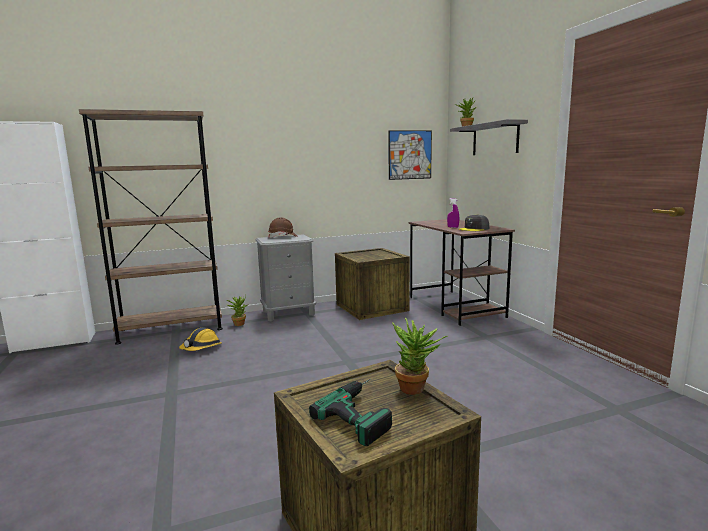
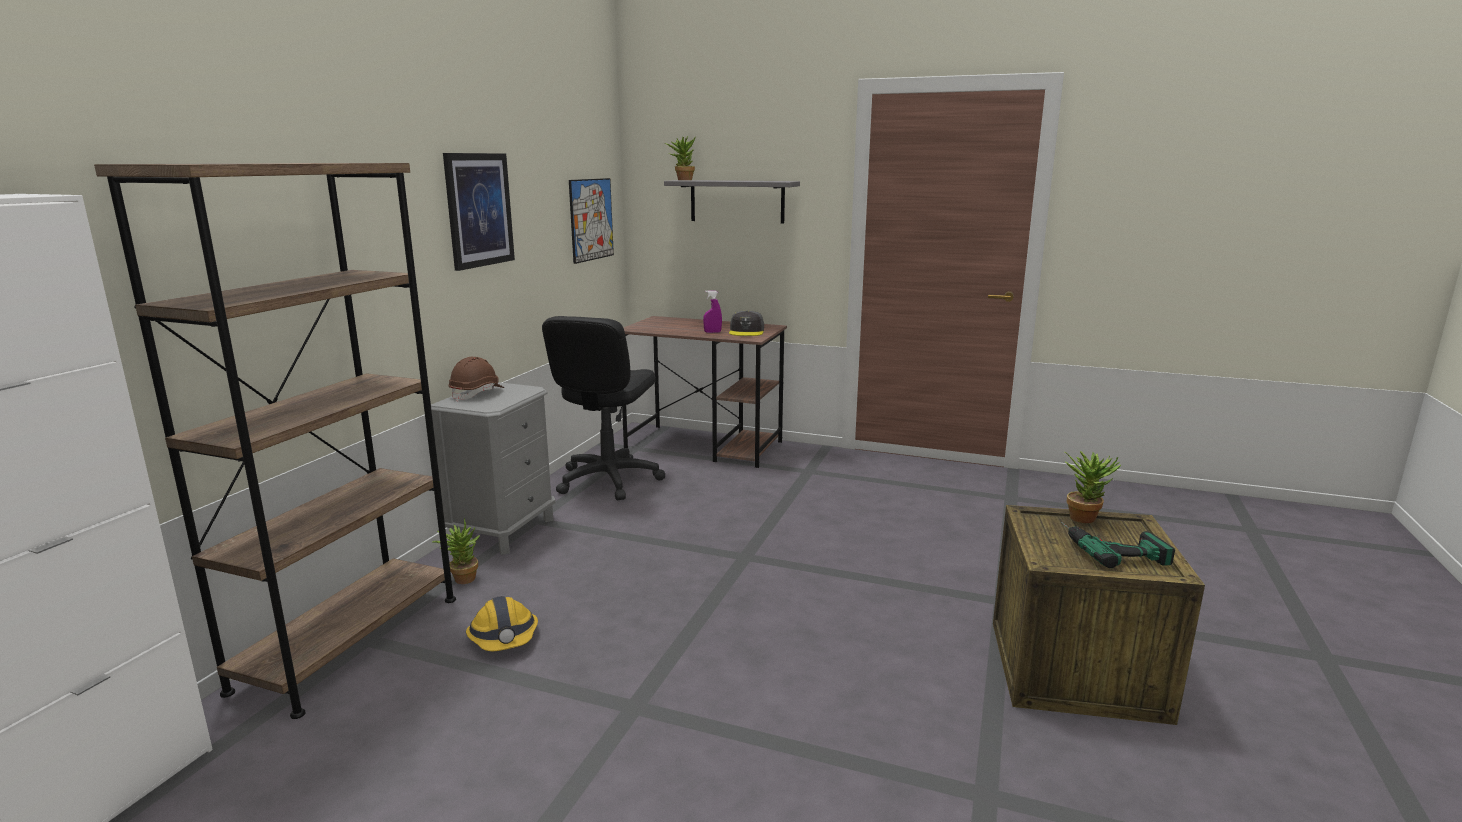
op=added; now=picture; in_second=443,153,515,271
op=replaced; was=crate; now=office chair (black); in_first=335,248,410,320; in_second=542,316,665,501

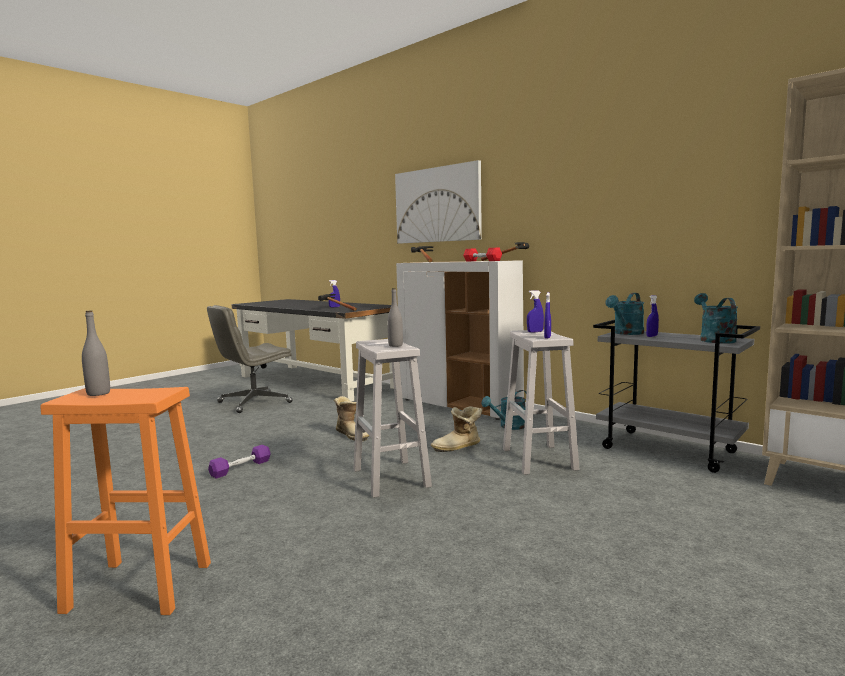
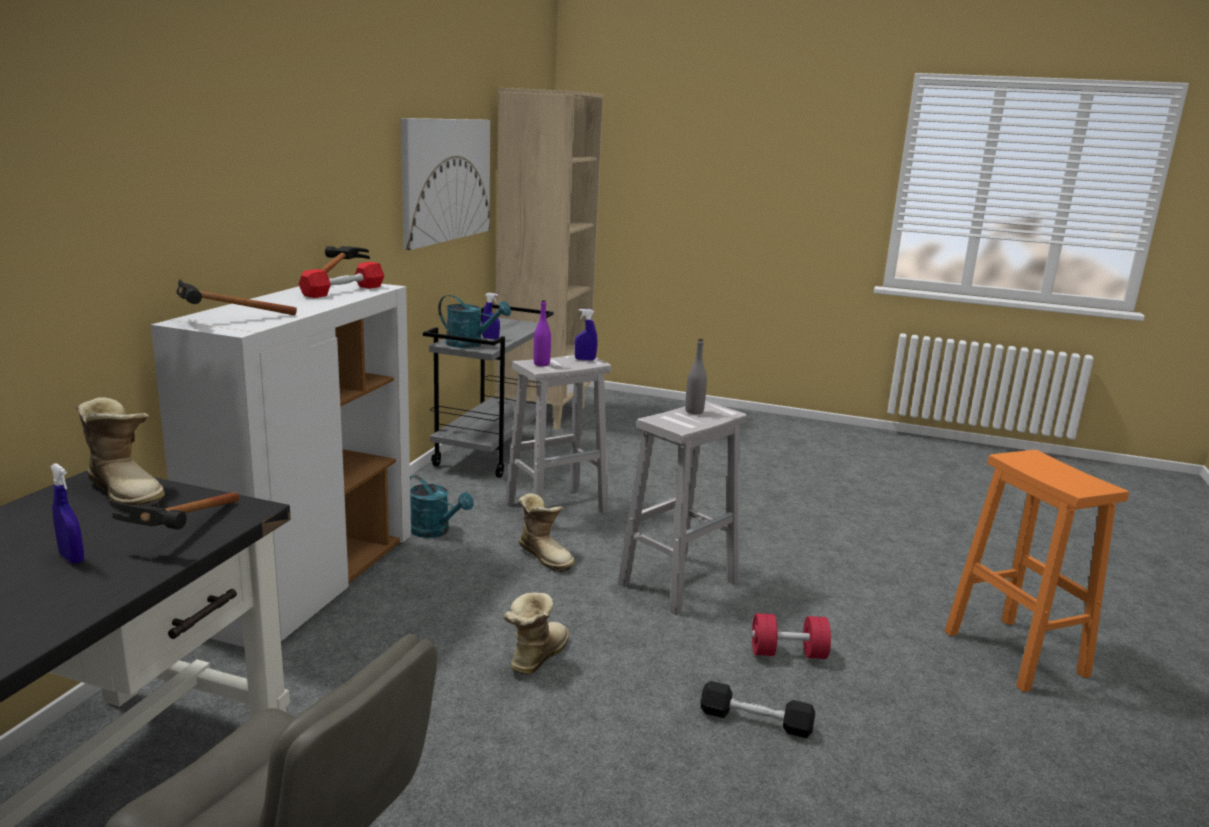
op=added; now=boot; in_second=76,397,165,507
op=moved; was=picture; in_first=395,160,482,244; in_second=401,118,490,250
op=replaced; was=spray bottle (blue); now=bottle (purple); in_first=527,290,544,332; in_second=534,300,551,366
op=recoloured; was=dumbbell (purple); now=dumbbell (black); in_first=208,445,271,479; in_second=701,681,815,738
op=added; now=dumbbell (red); in_second=752,613,831,659
op=removed; was=bottle (grey); in_first=82,310,110,396
op=removed; was=watering can (turquoise); in_first=694,293,738,344

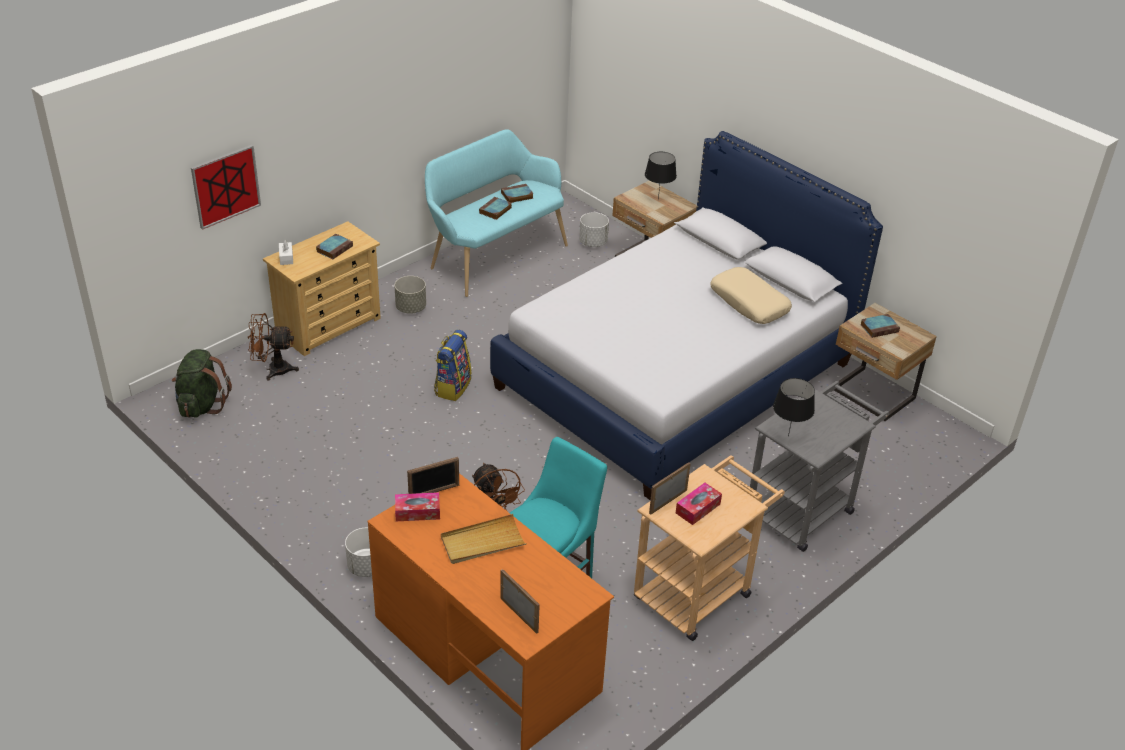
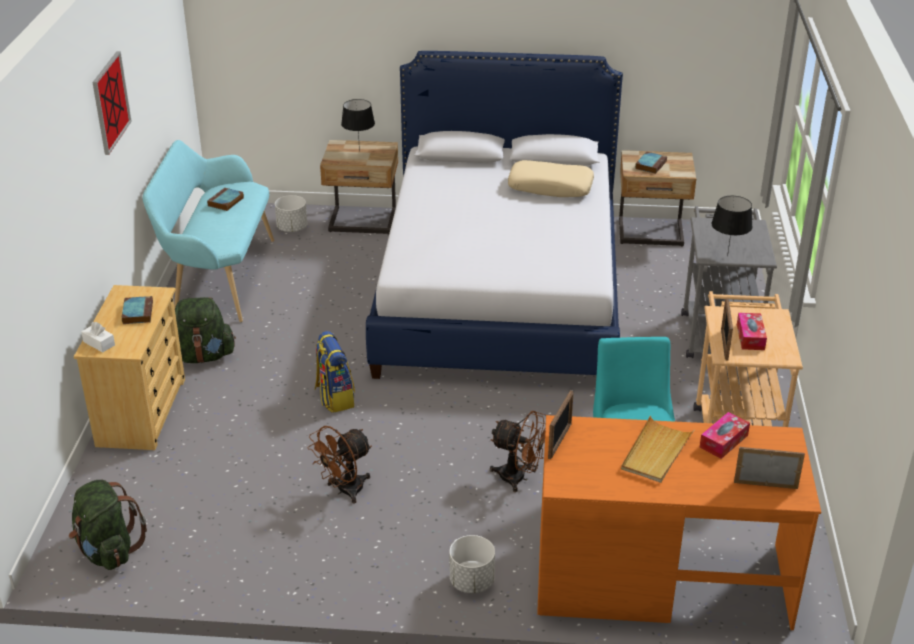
op=moved; was=picture; in_first=191,145,261,230; in_second=92,51,132,155
op=replaced; was=planter (grey); now=backpack (green); in_first=394,276,426,314; in_second=175,297,236,363
op=moved; was=fan (brown); in_first=247,313,299,380; in_second=308,426,372,503
op=moved; was=tissue box; in_first=395,492,440,521; in_second=699,412,750,459
op=removed; was=book; in_first=479,197,512,220

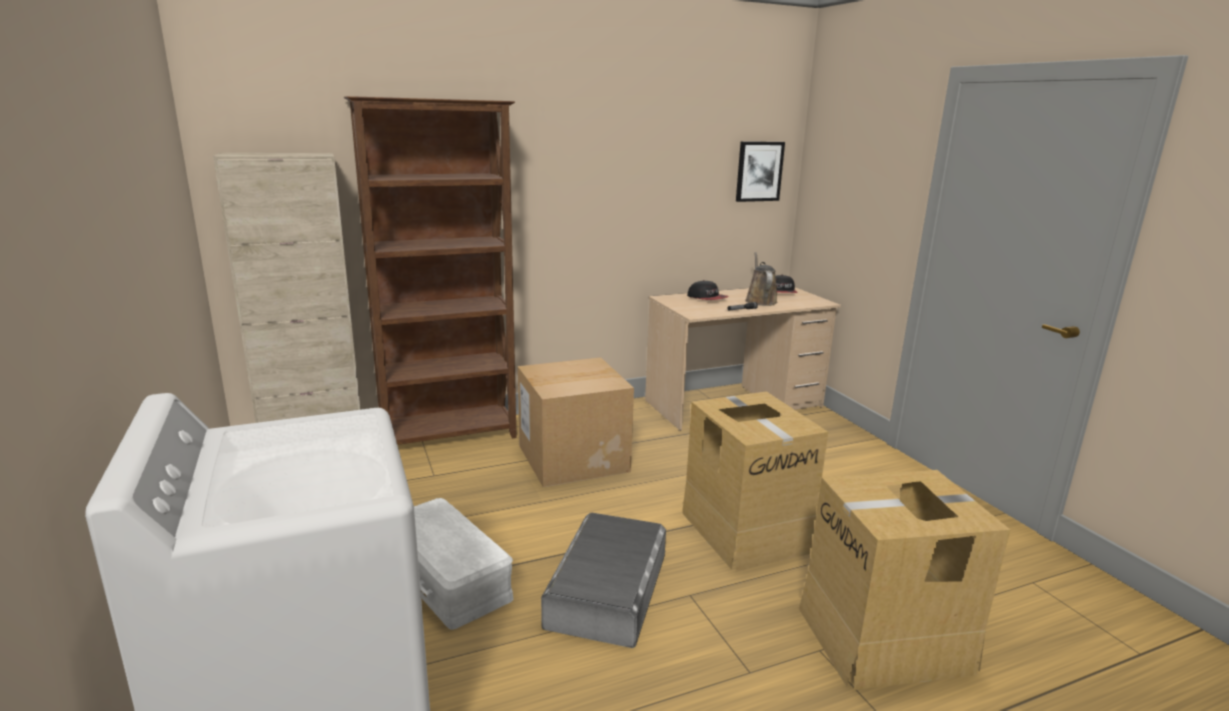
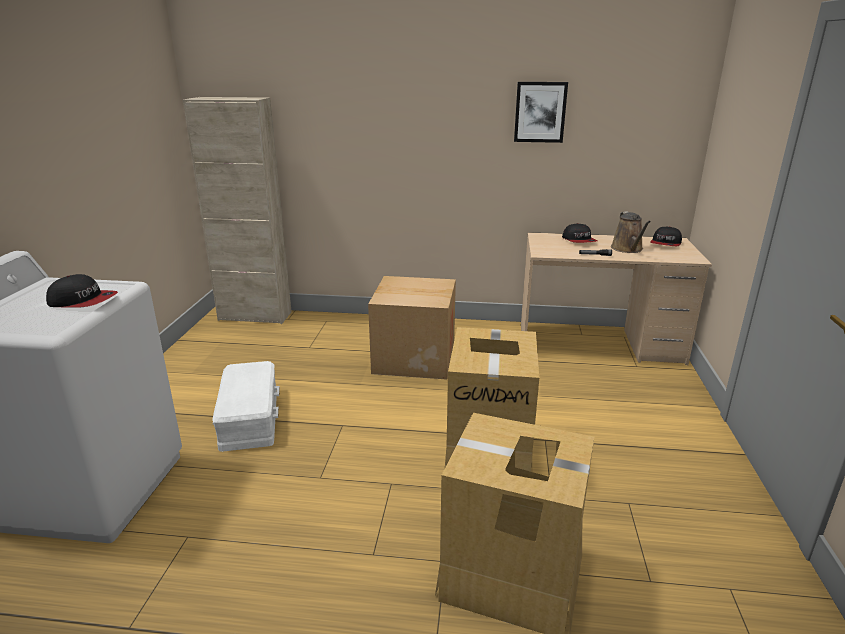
op=added; now=cap; in_second=46,274,118,308
op=moved; was=picture; in_first=736,141,785,202; in_second=514,82,568,143
op=turned; was=watering can (brown); in_first=745,252,778,306; in_second=611,212,651,253; clockwise=150
op=removed; was=bookcase (brown); in_first=344,96,517,445
op=removed; was=storage box (grey); in_first=541,512,666,648

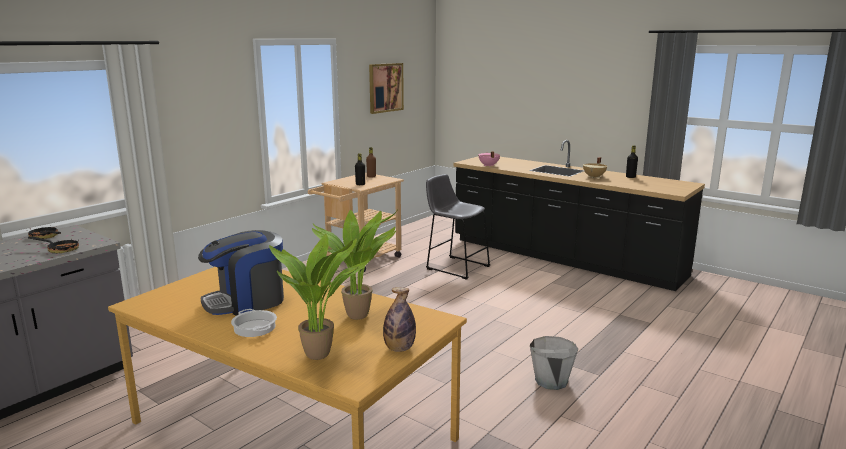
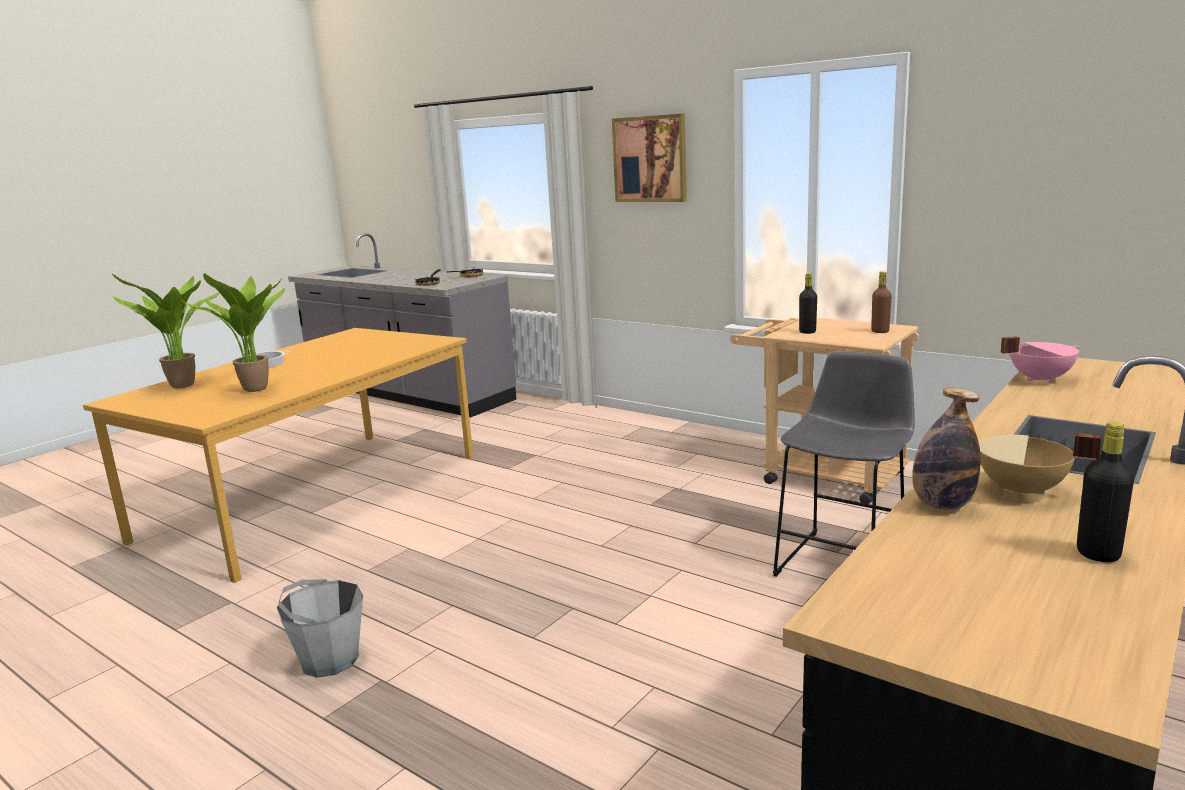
op=moved; was=picture; in_first=369,63,404,114; in_second=612,114,687,202
op=moved; was=bottle; in_first=383,287,416,352; in_second=912,388,981,510
op=removed; was=coffee machine; in_first=198,230,284,316

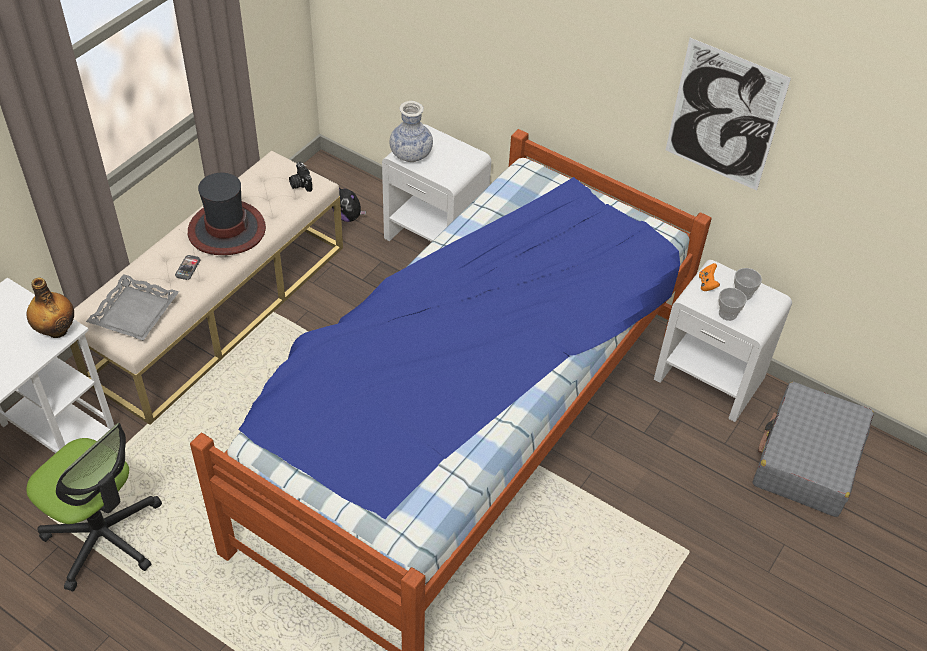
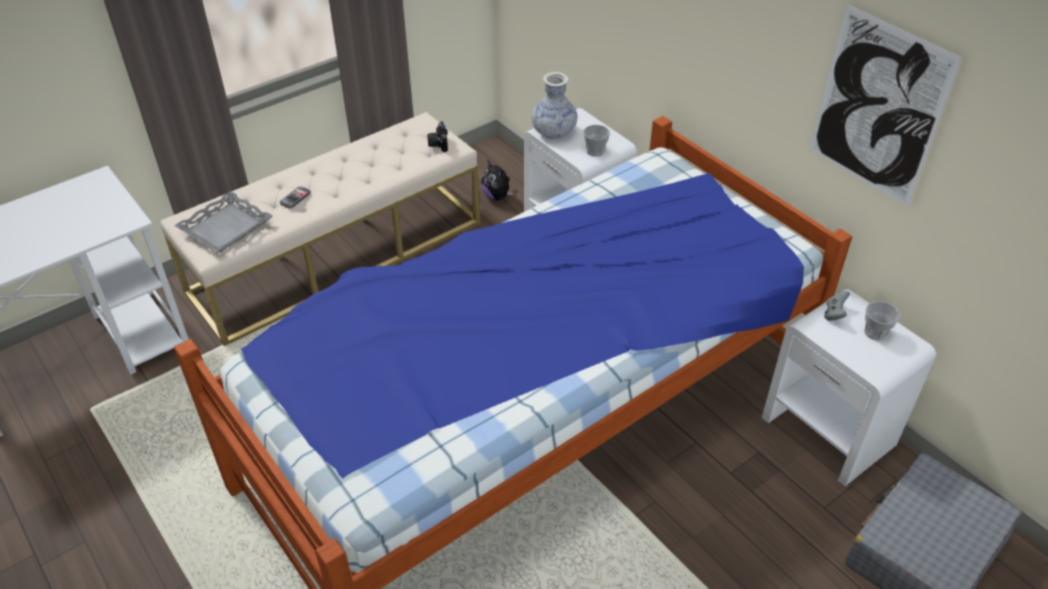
op=moved; was=cup; in_first=718,288,747,321; in_second=583,125,610,157
op=recoloured; was=game controller (orange); now=game controller (grey); in_first=699,263,720,291; in_second=824,291,850,321
op=removed; was=office chair; in_first=26,423,162,591
op=removed; was=bottle; in_first=27,277,74,338
op=removed; was=hat; in_first=188,172,266,255

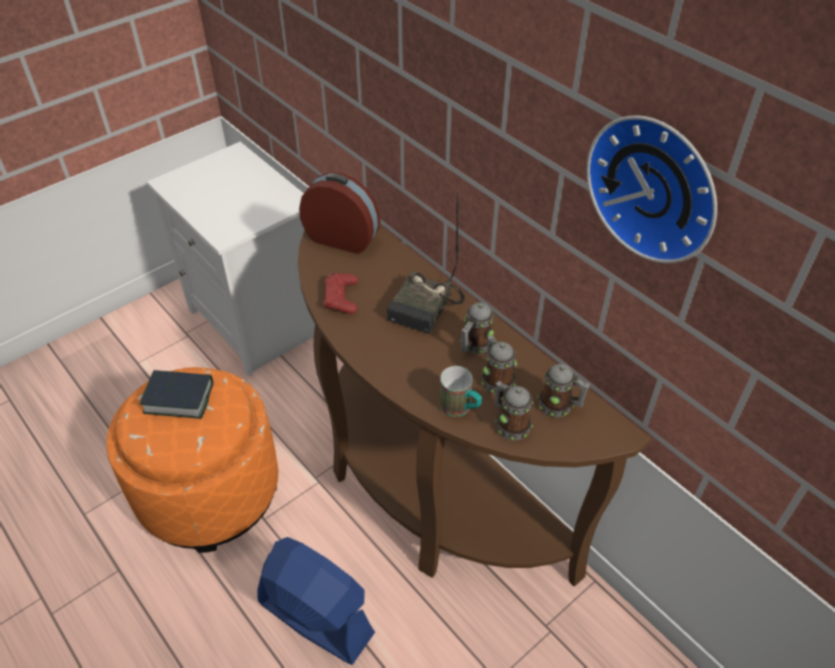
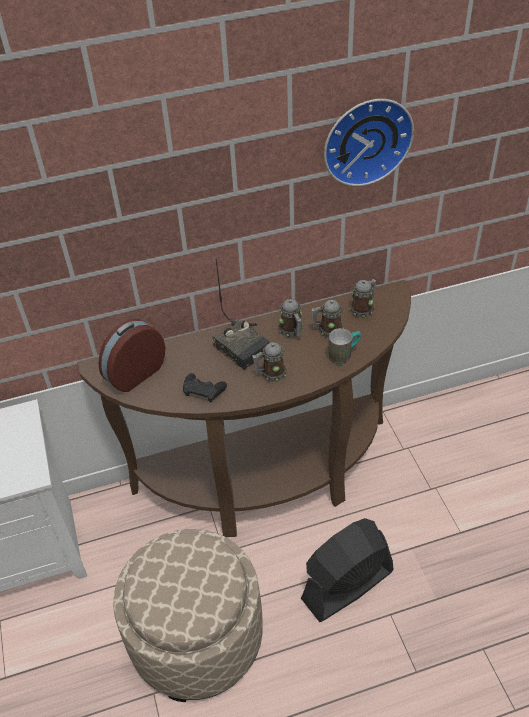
op=recoloured; was=ottoman (orange); now=ottoman (beige); in_first=106,367,279,553; in_second=113,529,262,702
op=recoloured; was=game controller (red); now=game controller (black); in_first=324,273,358,314; in_second=183,373,227,402
op=moved; was=mug; in_first=495,381,534,440; in_second=252,342,287,382
op=recoloured; was=fan (blue); now=fan (black); in_first=257,537,375,665; in_second=301,518,394,622
op=removed; was=book; in_first=140,370,213,419

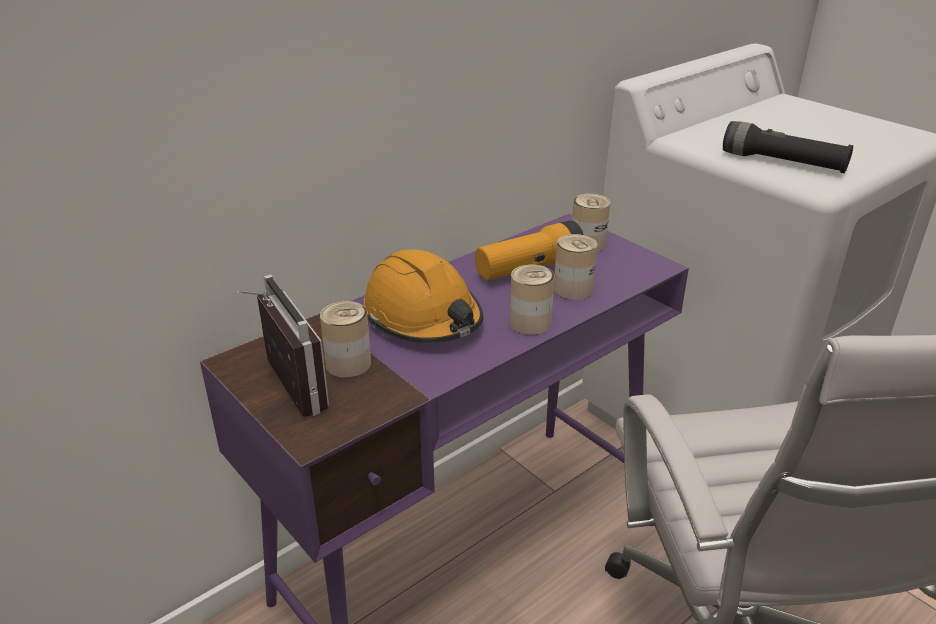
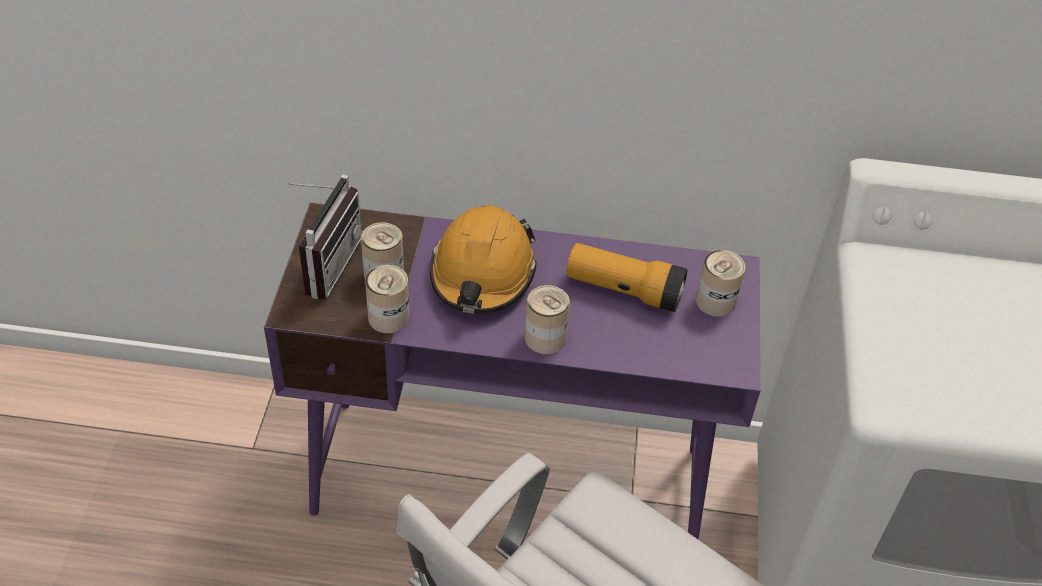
op=moved; was=can; in_first=554,234,597,300; in_second=365,265,410,333
op=removed; was=flashlight (black); in_first=723,121,853,173

